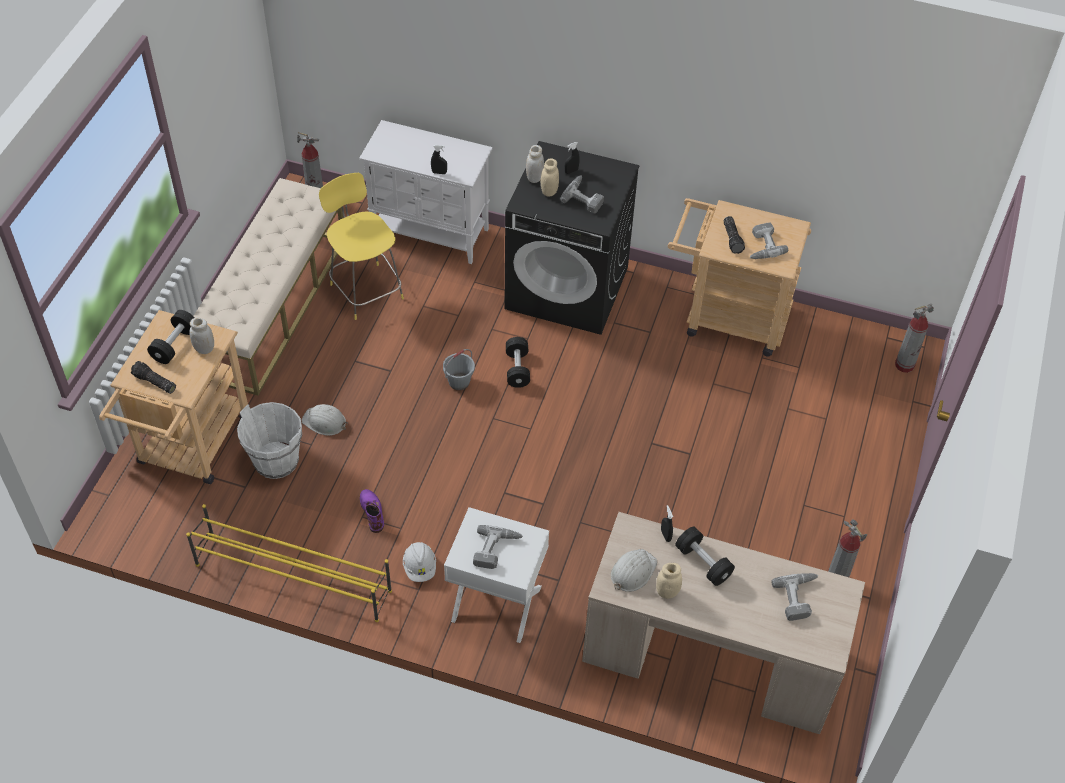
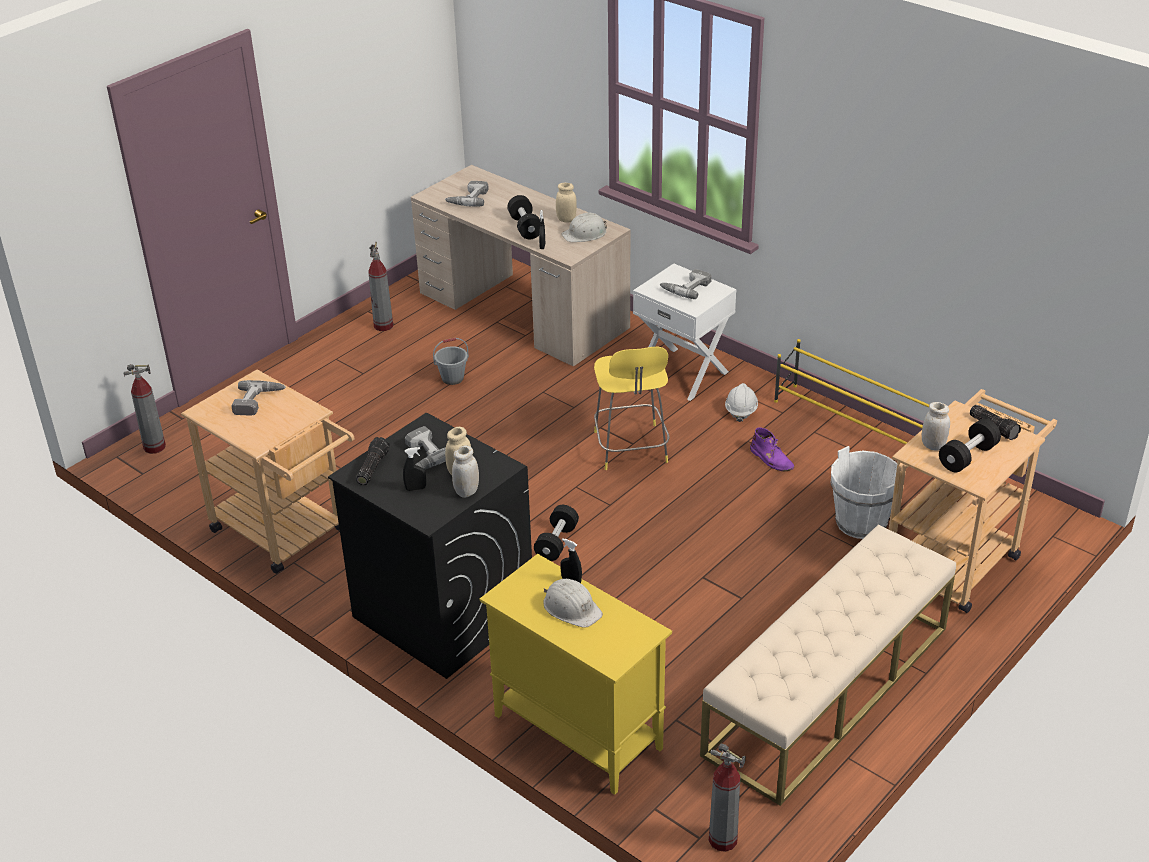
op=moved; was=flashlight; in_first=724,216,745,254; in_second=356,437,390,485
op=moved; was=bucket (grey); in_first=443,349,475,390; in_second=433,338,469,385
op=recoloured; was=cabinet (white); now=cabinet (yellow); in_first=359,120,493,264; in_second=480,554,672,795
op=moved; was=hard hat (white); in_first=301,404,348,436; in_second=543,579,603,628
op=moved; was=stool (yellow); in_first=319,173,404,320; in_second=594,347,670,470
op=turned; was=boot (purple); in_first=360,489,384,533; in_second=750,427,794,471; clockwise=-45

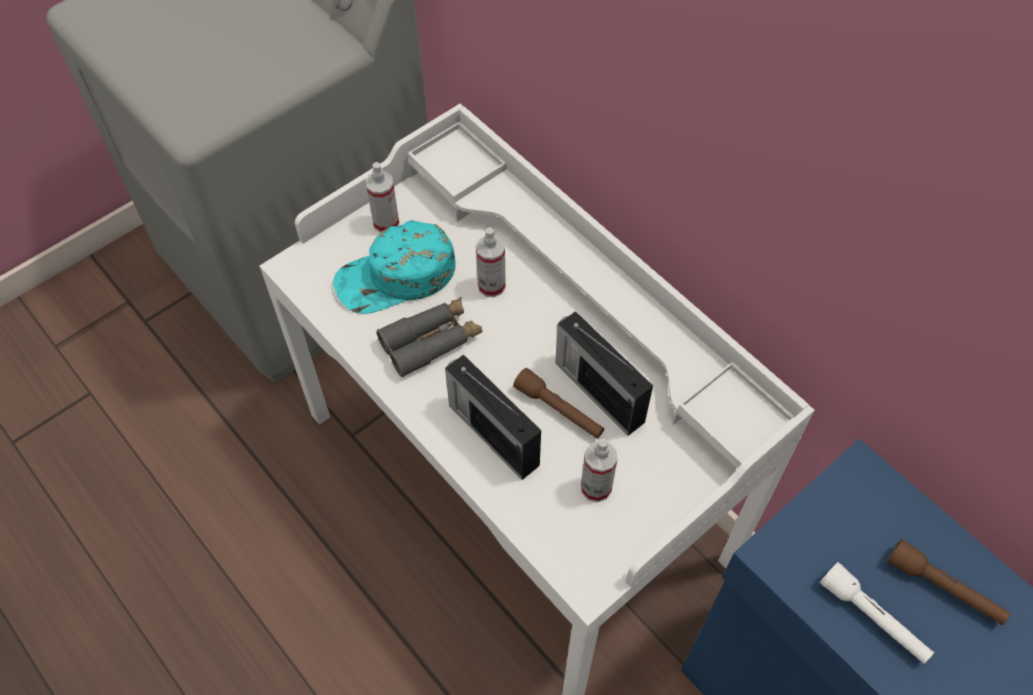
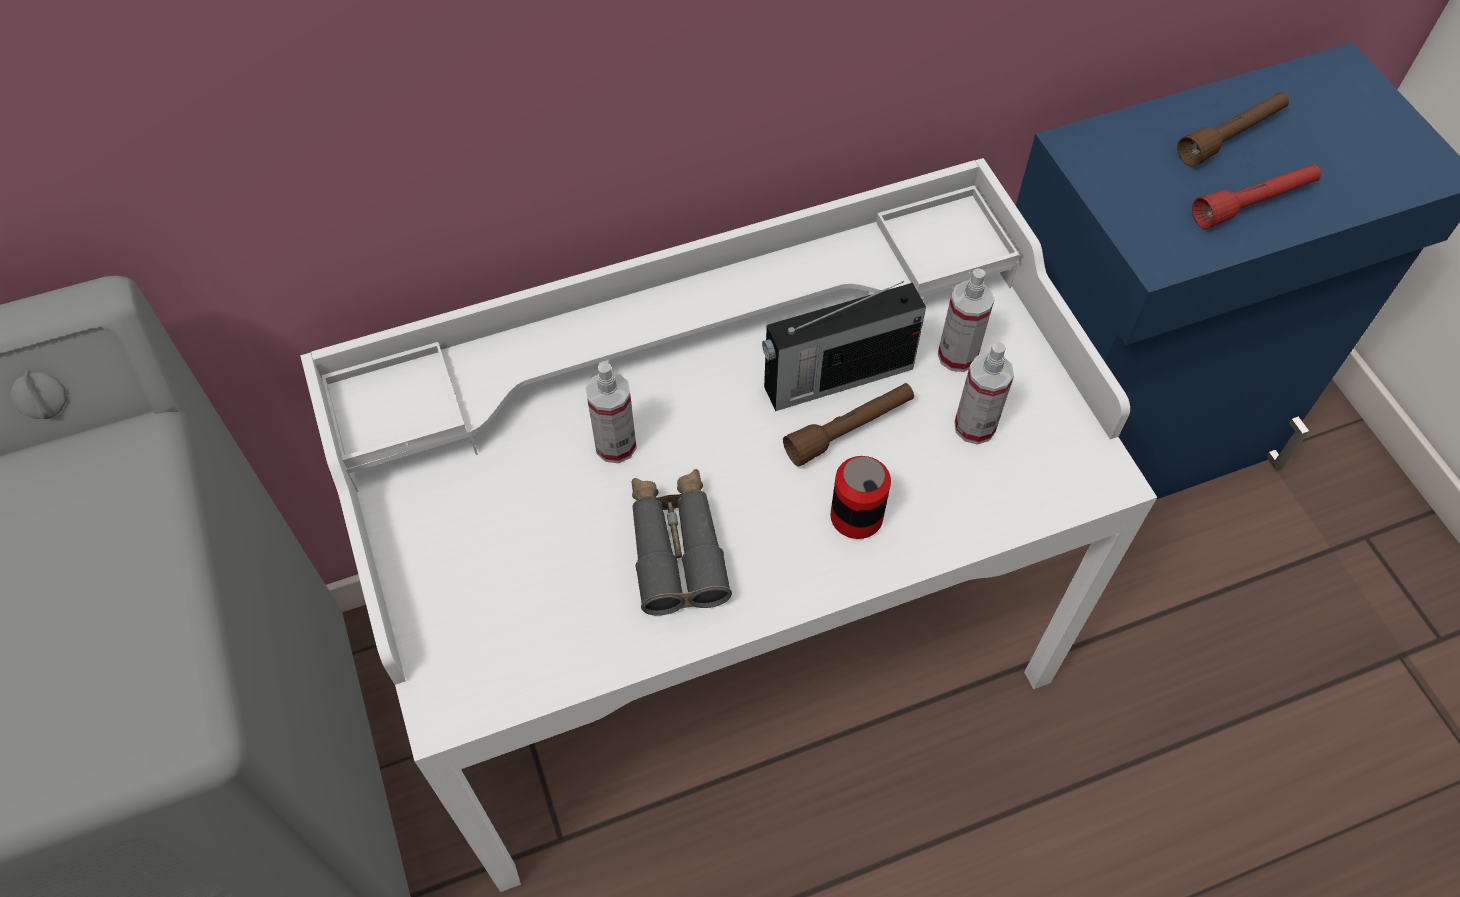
op=replaced; was=radio; now=can; in_first=445,354,541,480; in_second=830,456,891,539
op=moved; was=spray bottle; in_first=365,162,399,233; in_second=938,269,995,372
op=recoloured; was=flashlight (white); now=flashlight (red); in_first=820,562,934,664; in_second=1192,164,1321,229
op=removed; was=cap (turquoise); in_first=333,220,456,314

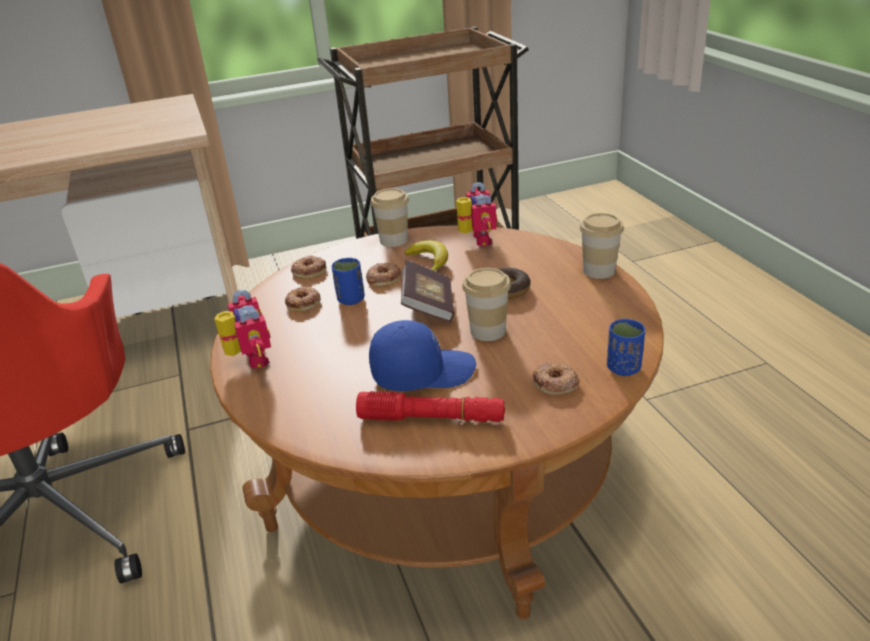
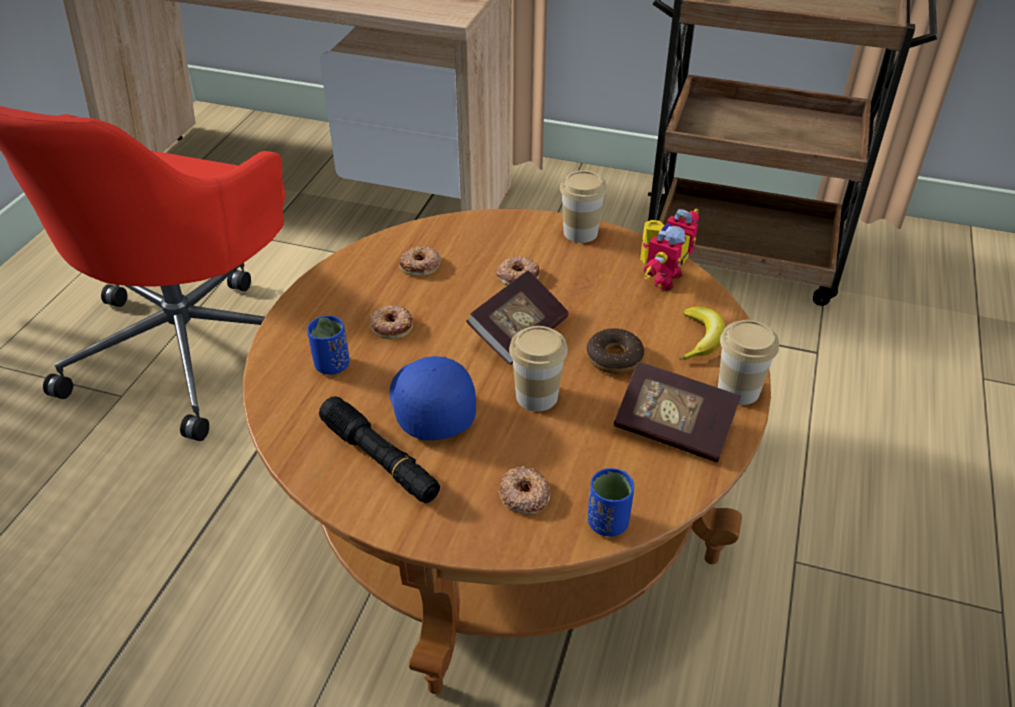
op=moved; was=cup (blue); in_first=332,258,365,305; in_second=307,316,350,375
op=recoloured; was=flashlight (red); now=flashlight (black); in_first=356,391,505,422; in_second=319,396,440,503
op=moved; was=donut; in_first=291,255,326,279; in_second=370,305,413,339
op=turned; was=cap (blue); in_first=369,320,476,391; in_second=390,356,476,440; clockwise=-135
op=added; now=book; in_second=614,362,741,462
op=moved; was=banana; in_first=405,240,448,271; in_second=680,306,725,360
op=removed; was=toy robot; in_first=214,290,271,369

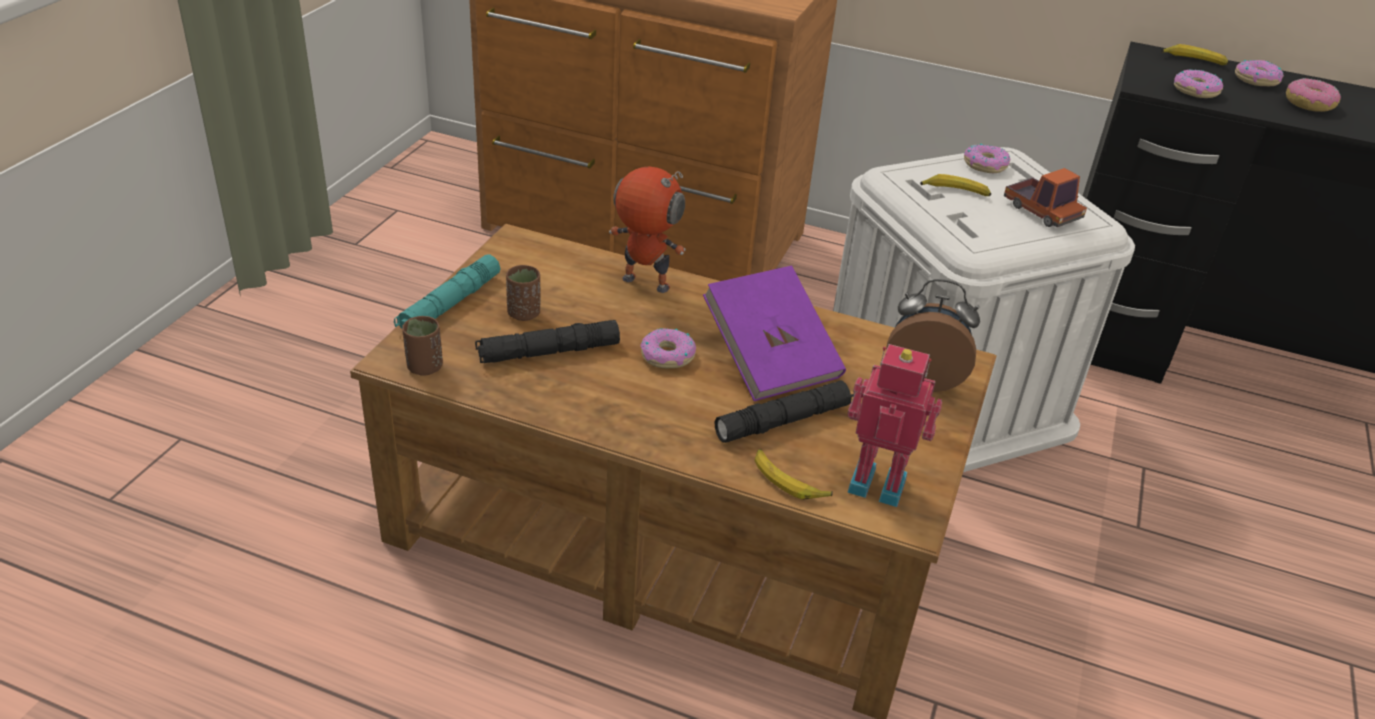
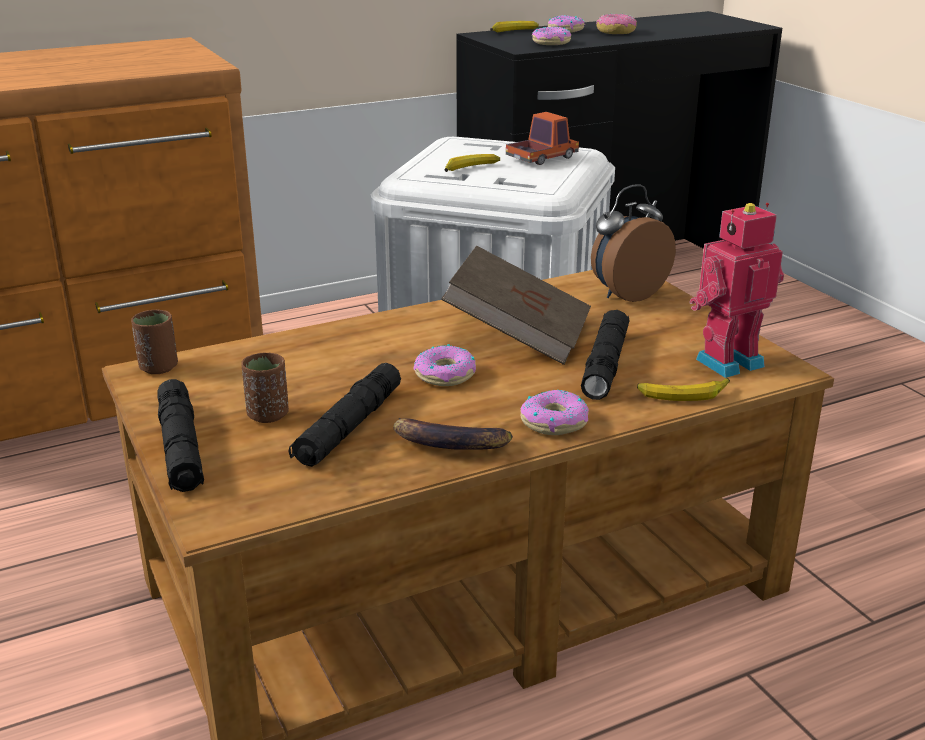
op=moved; was=cup (brown); in_first=402,316,443,376; in_second=131,309,178,374
op=recoloured; was=flashlight (turquoise); now=flashlight (black); in_first=394,254,501,329; in_second=158,379,204,492
op=added; now=banana; in_second=393,418,513,450
op=recoloured; was=book (purple); now=book (brown); in_first=703,266,846,401; in_second=441,246,591,365
op=turned; was=toy truck; in_first=1004,168,1087,227; in_second=506,112,579,165; clockwise=-45
op=moved; was=donut; in_first=964,144,1010,173; in_second=520,390,589,435
op=removed; was=toy robot; in_first=609,167,686,293

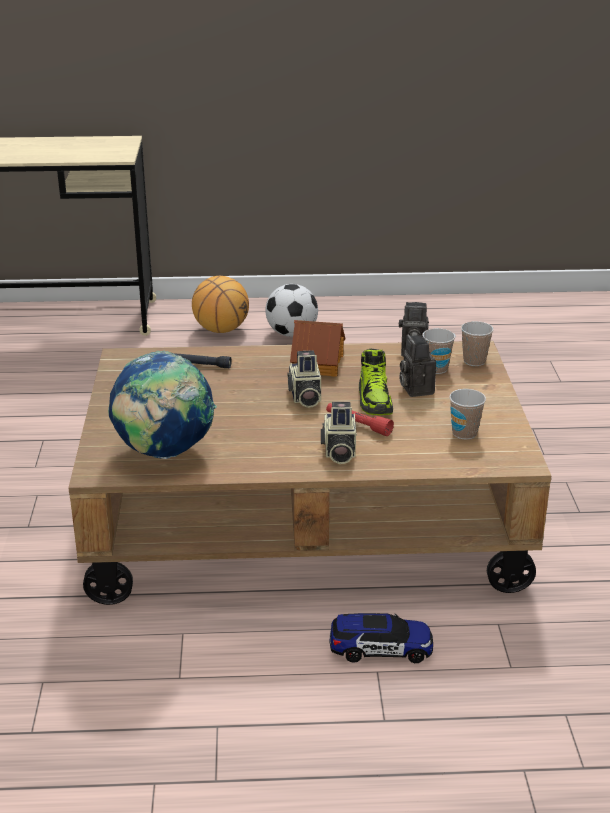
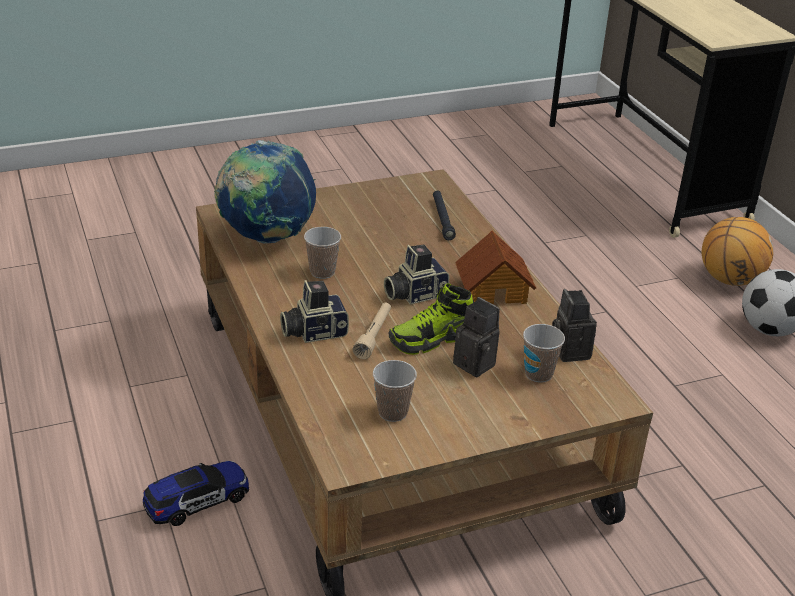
op=turned; was=toy car; in_first=330,613,433,663; in_second=143,461,249,526; clockwise=-105
op=moved; was=cup; in_first=461,321,494,366; in_second=304,227,341,279
op=recoloured; was=flashlight (red); now=flashlight (beige); in_first=326,403,394,436; in_second=352,303,391,359
op=turned; was=photo camera; in_first=399,334,436,397; in_second=453,297,500,377; clockwise=75

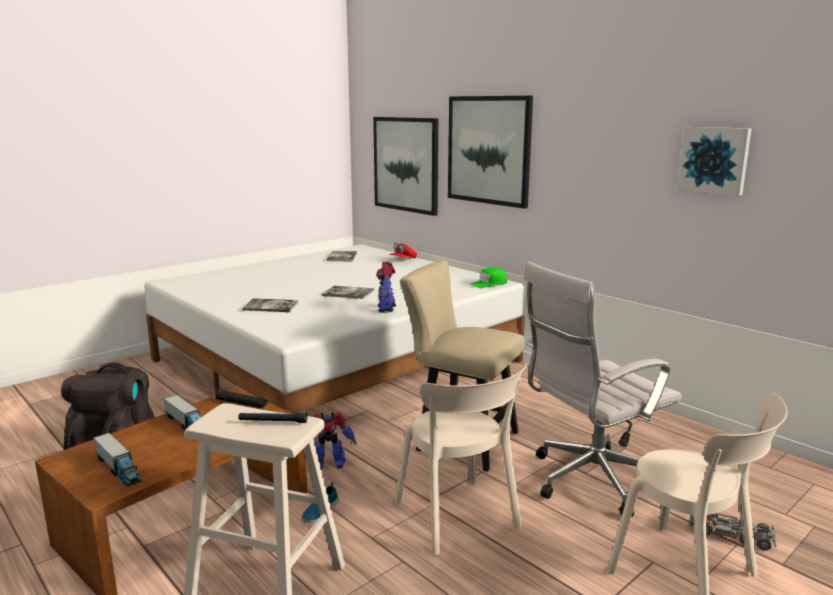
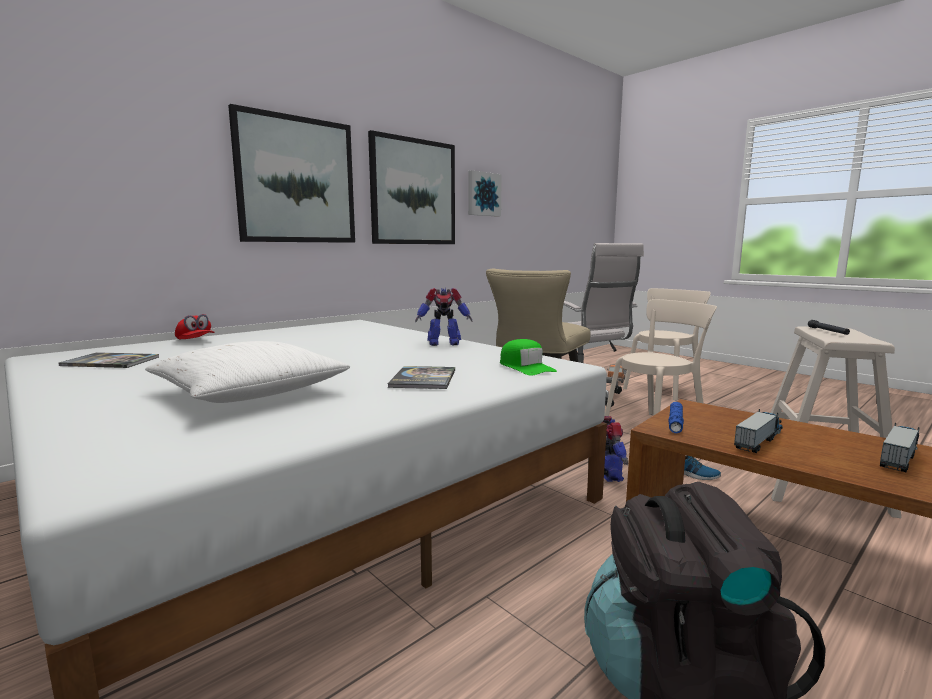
op=added; now=pillow (white); in_second=145,341,350,403
op=moved; was=picture; in_first=373,117,438,216; in_second=368,130,455,244
op=moved; was=cap (green); in_first=470,268,507,288; in_second=500,339,557,376
op=recoloured; was=flashlight (black); now=flashlight (blue); in_first=216,390,268,409; in_second=669,402,684,433
op=removed; was=book; in_first=322,286,374,299

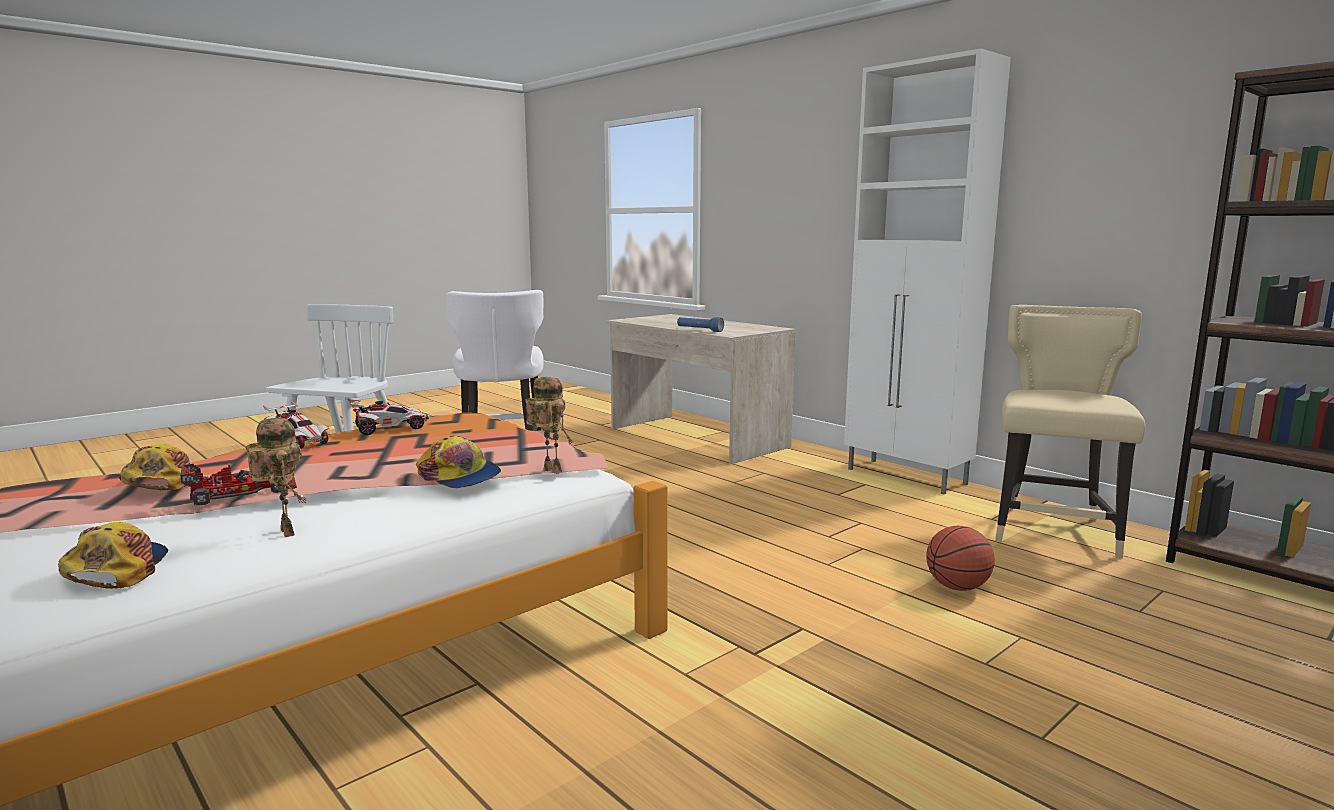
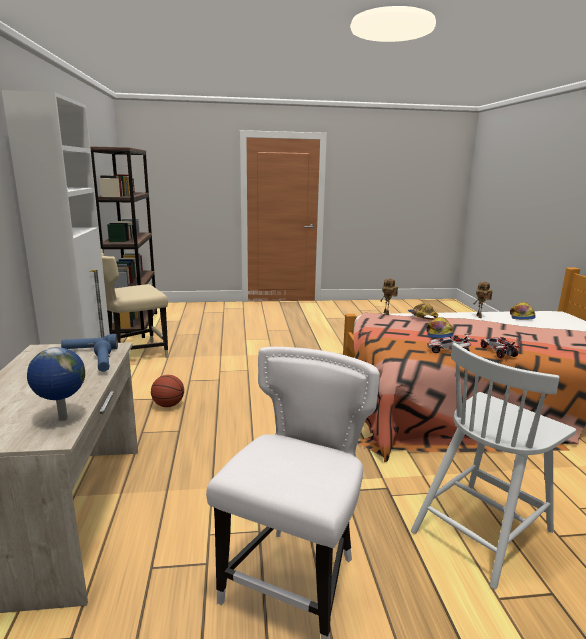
op=added; now=globe; in_second=27,347,85,421
op=added; now=flashlight (blue); in_second=61,334,118,349
op=moved; was=basketball; in_first=926,526,995,591; in_second=151,375,184,407
op=moved; was=cap; in_first=119,444,190,490; in_second=426,317,454,338
op=removed; was=toy car; in_first=180,463,297,506

